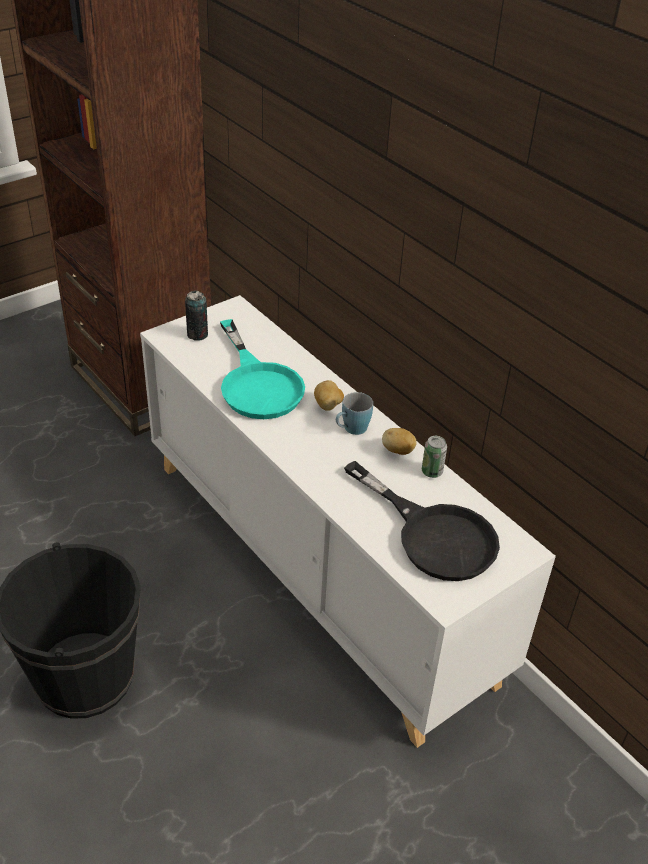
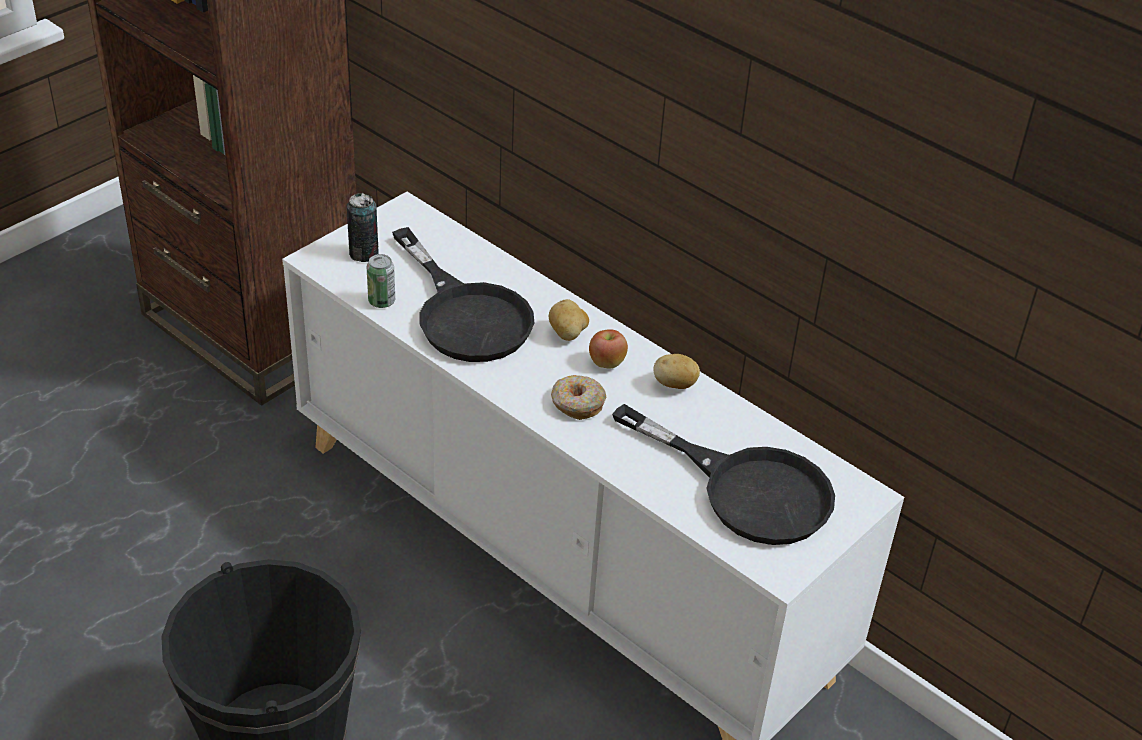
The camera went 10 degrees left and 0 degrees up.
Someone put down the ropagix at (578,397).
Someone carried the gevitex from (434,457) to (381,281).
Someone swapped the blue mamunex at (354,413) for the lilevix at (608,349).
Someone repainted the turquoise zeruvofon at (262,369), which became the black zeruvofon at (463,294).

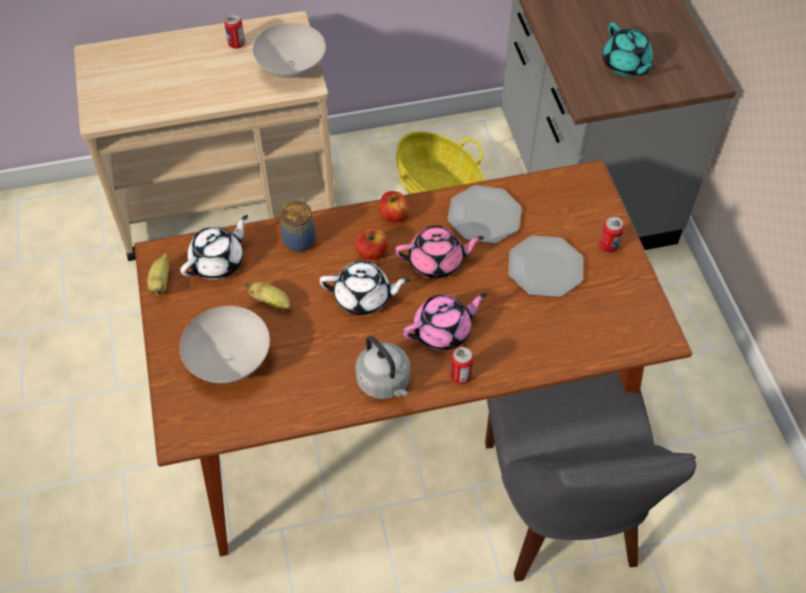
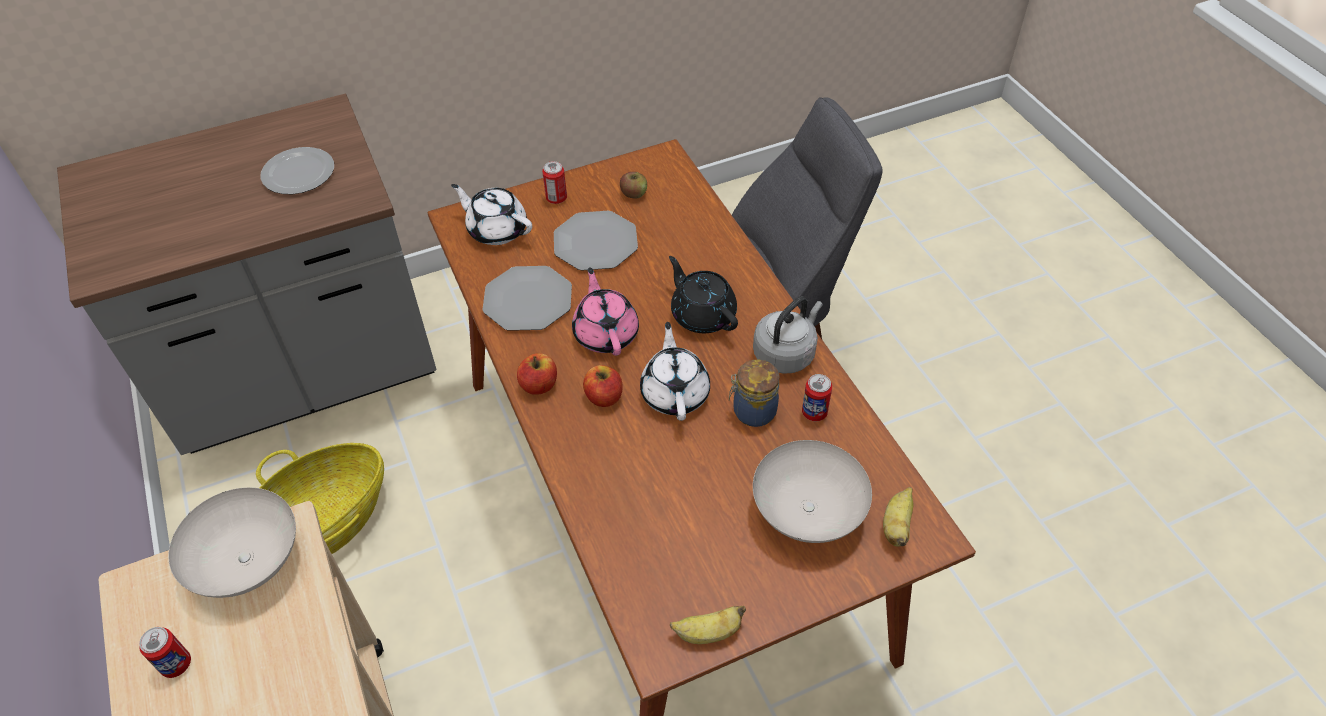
The camera went 100 degrees left and 5 degrees down.
Someone put down the lilevix at (633,185).
Someone carried the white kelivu from (214,247) to (491,214).
Someone carried the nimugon from (268,296) to (898,517).
Someone carried the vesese from (298,226) to (754,393).
Someone carried the gevitex from (462,365) to (817,397).
Someone swapped the turquoise kelivu at (629,49) for the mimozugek at (297,170).
Someone repainted the pink kelivu at (445,321), which became the black kelivu at (703,294).

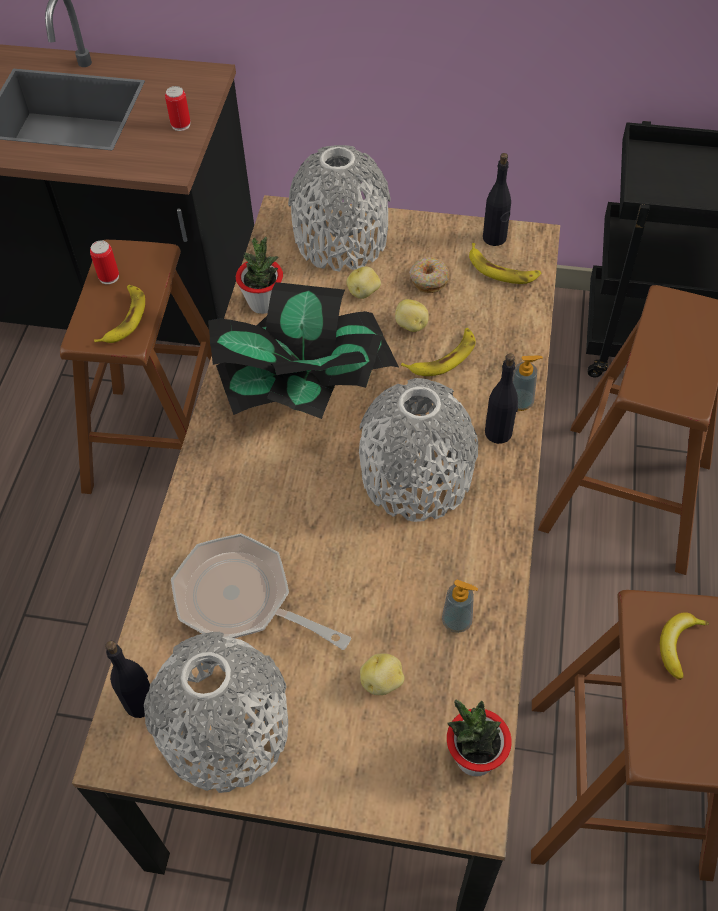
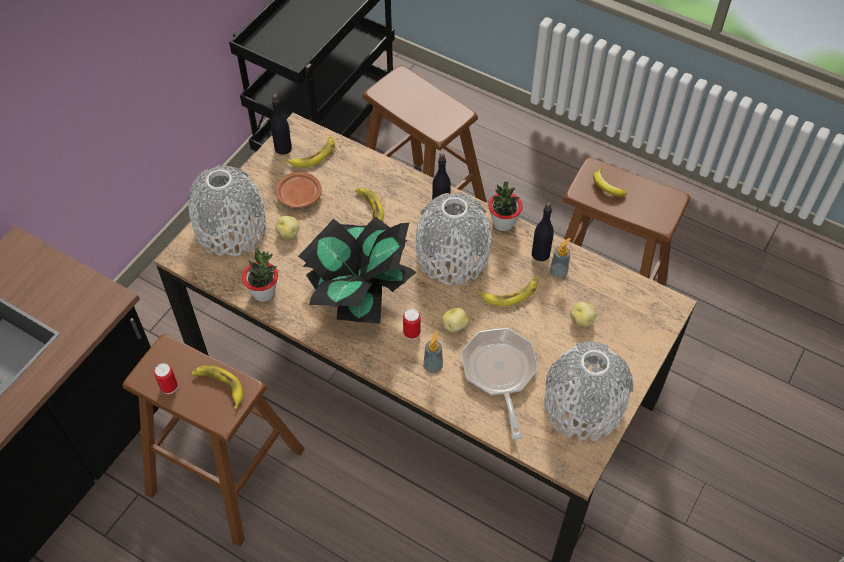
The camera went 70 degrees left and 0 degrees up.
Someone put down the nimugon at (507,291).
Someone carried the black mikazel from (127,679) to (543,231).
Someone carried the gevitex from (178,108) to (412,324).
Someone carried the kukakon from (412,315) to (455,320).
Someone carried the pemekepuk from (479,738) to (505,206).
Someone carried the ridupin from (527,383) to (433,352).
Someone swapped the ropagix at (429,275) for the brown mimozugek at (299,190).
Someone rotated the zeruvofon at (261,591) by 120 degrees clockwise.

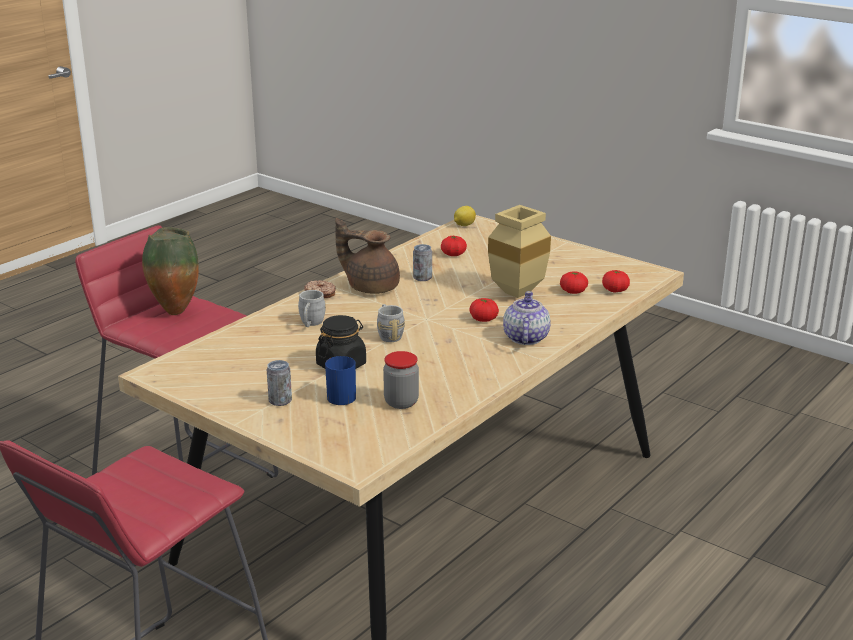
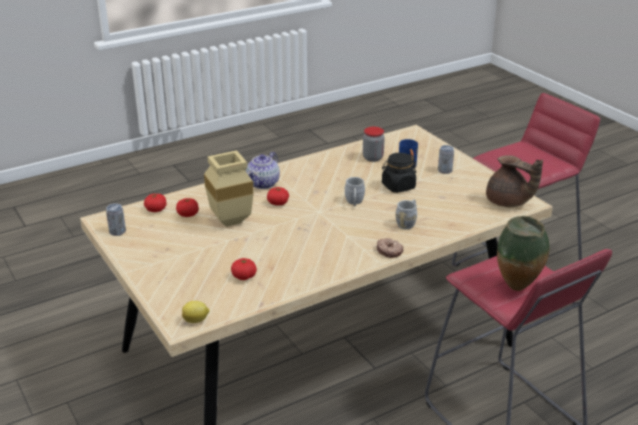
The camera went 160 degrees left and 5 degrees up.
Someone carried the brown kelivu from (367,256) to (514,181).
Someone carried the gevitex from (422,262) to (116,220).

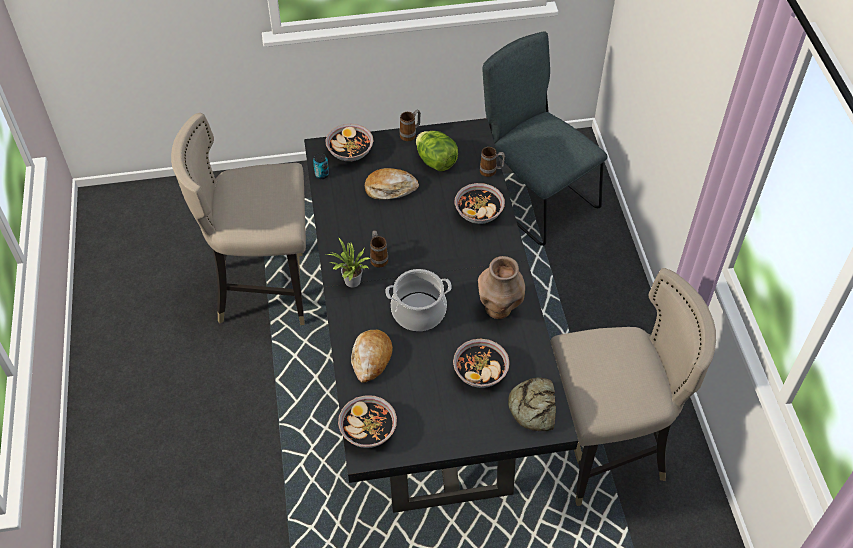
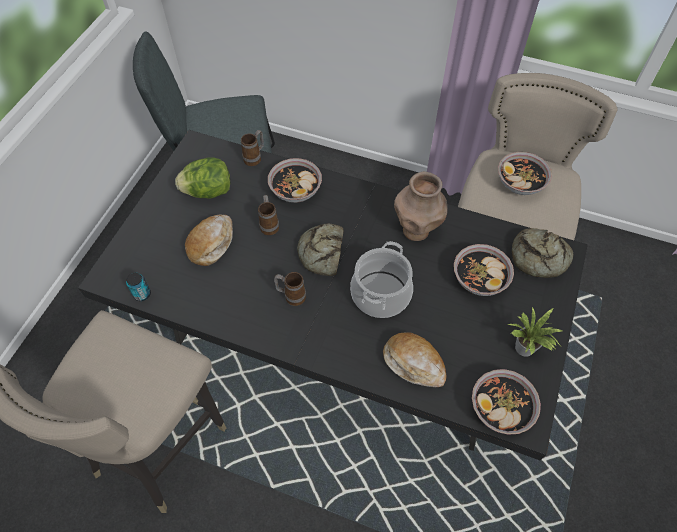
The camera went 60 degrees left and 5 degrees up.
Someone put down the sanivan at (320,249).
Someone carried the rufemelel from (349,142) to (525,173).
Someone carried the pemekepuk from (348,262) to (535,332).
Someone carried the mamunex from (410,125) to (268,215).

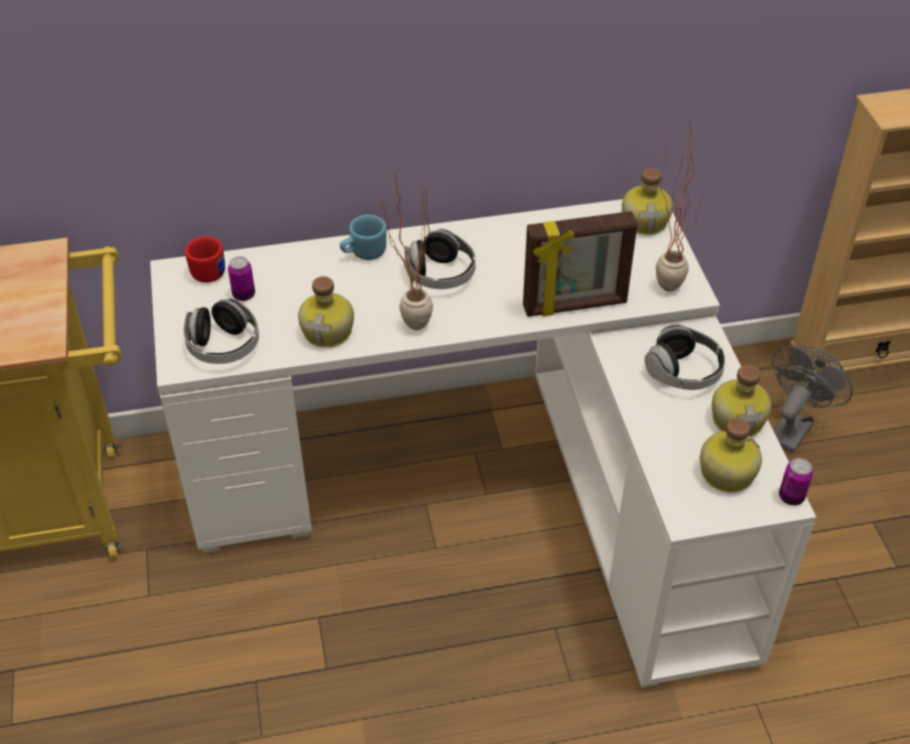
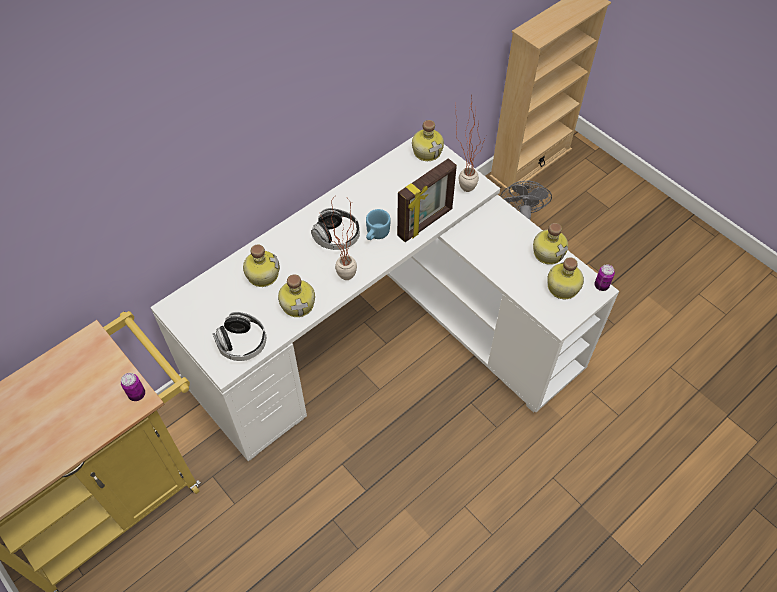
The camera went 30 degrees left and 10 degrees up.
Someone took away the red mamunex at (205,259).
Someone took away the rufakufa at (685,357).
Someone put down the mikazel at (261,265).
Someone carried the gevitex from (241,278) to (133,387).
Someone carried the blue mamunex from (363,237) to (378,224).

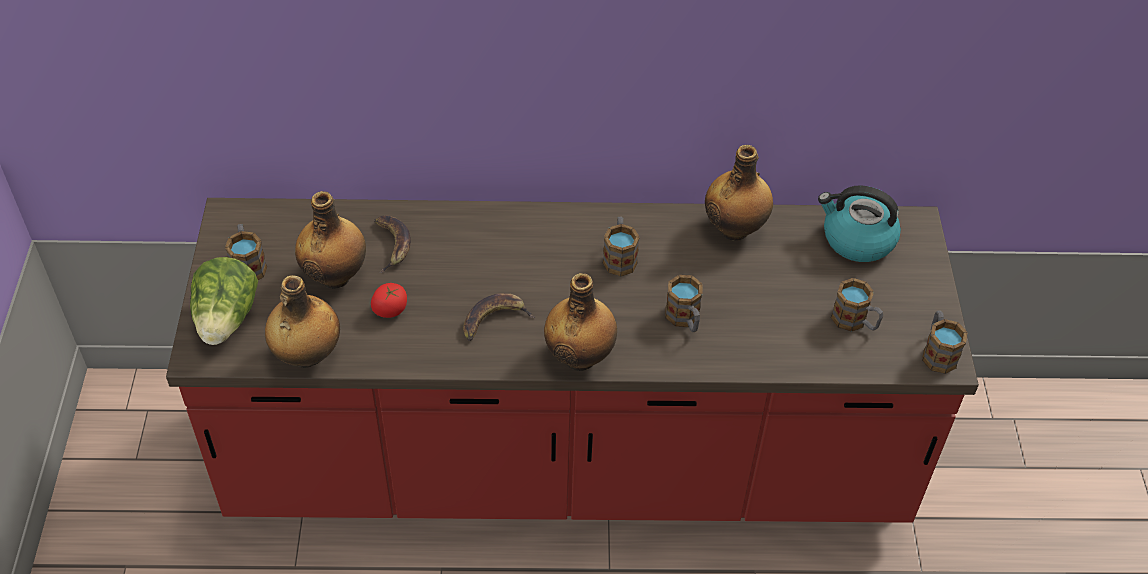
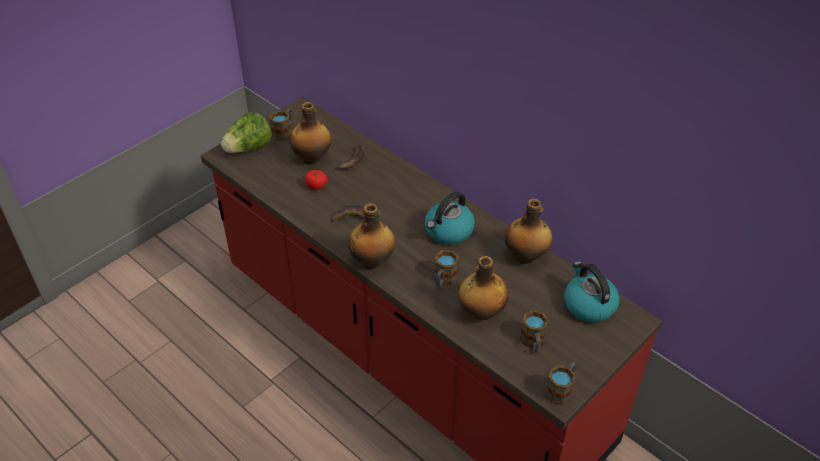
The camera went 45 degrees right and 5 degrees down.
Someone carried the mikazel from (302,321) to (483,288).
Someone swapped the mamunex at (621,246) for the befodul at (450,218).

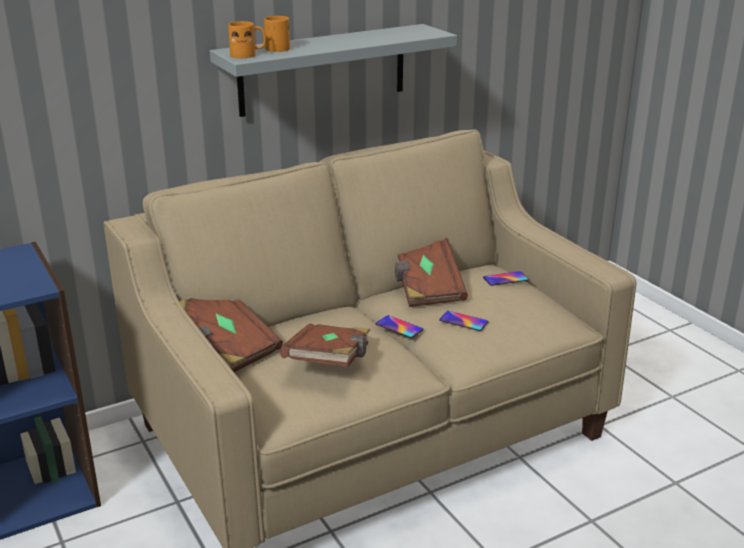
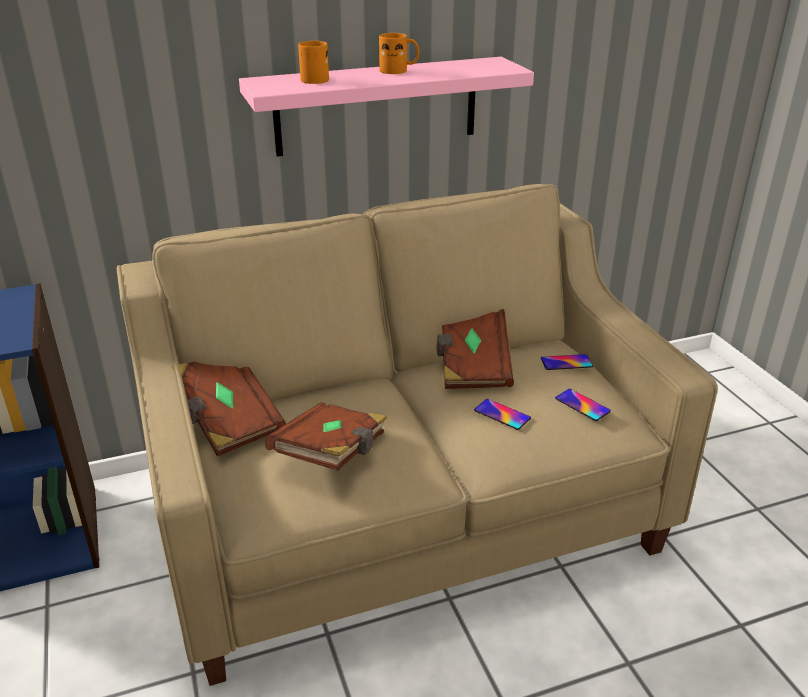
The camera went 10 degrees right and 5 degrees up.
Someone carried the orange mamunex from (247,39) to (399,53).
Someone carried the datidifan from (399,326) to (583,405).
Someone repainted the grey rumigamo at (333,70), which became the pink rumigamo at (386,107).

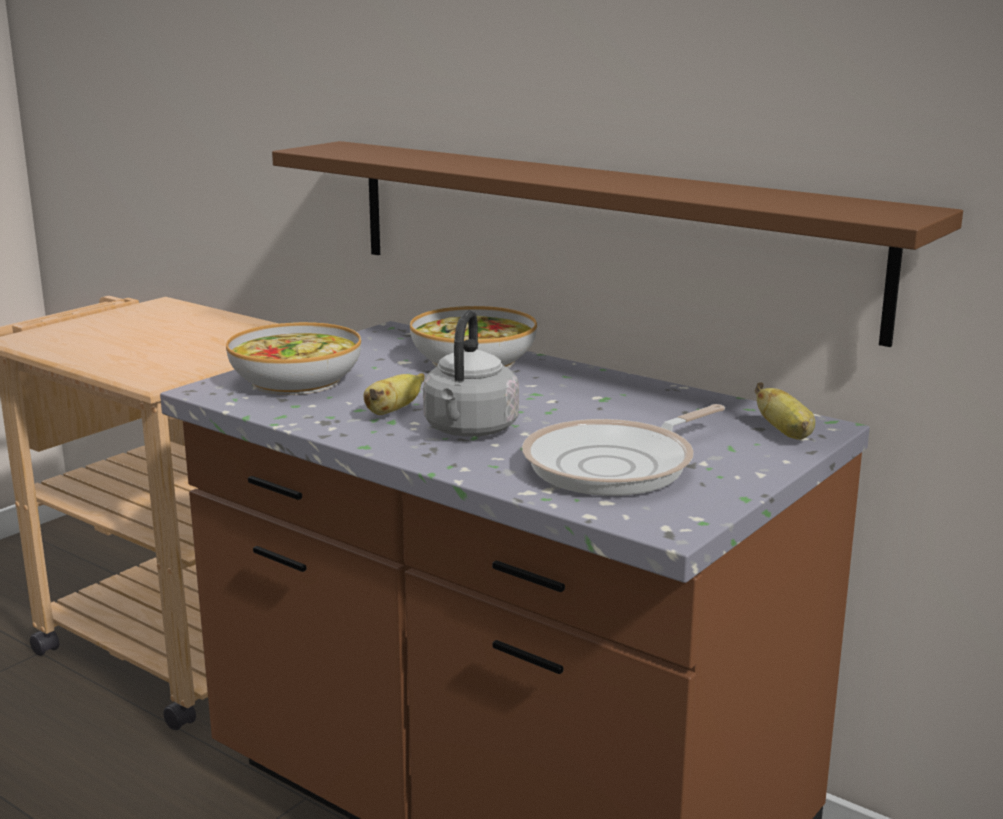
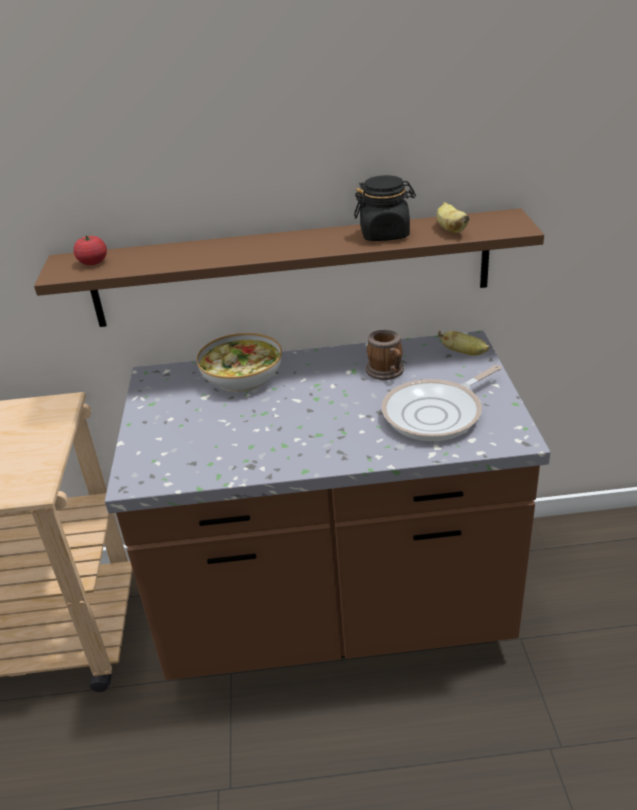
The camera went 40 degrees left and 15 degrees up.
Someone took away the rufemelel at (293,358).
Someone took away the grey befodul at (471,373).
Someone put down the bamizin at (90,250).
Someone put down the black vesese at (385,208).
Someone put down the mamunex at (385,355).
Someone carried the nimugon from (394,394) to (453,217).
Someone rotated the zeruvofon at (623,450) by 45 degrees clockwise.

